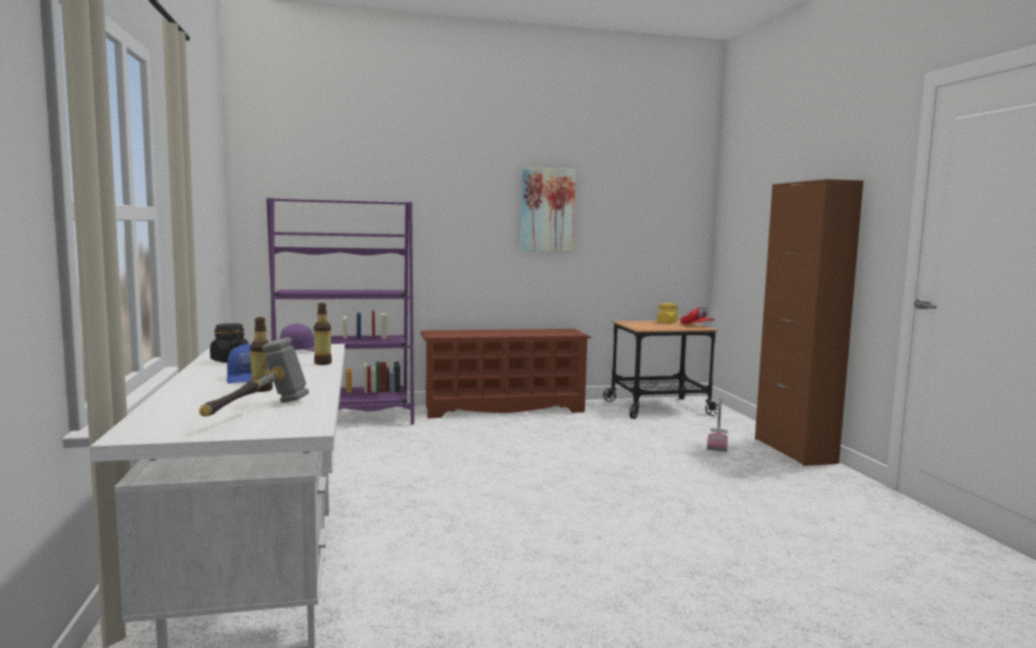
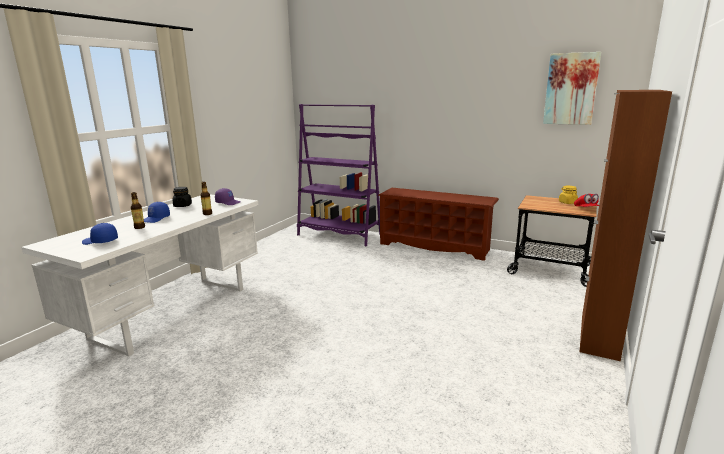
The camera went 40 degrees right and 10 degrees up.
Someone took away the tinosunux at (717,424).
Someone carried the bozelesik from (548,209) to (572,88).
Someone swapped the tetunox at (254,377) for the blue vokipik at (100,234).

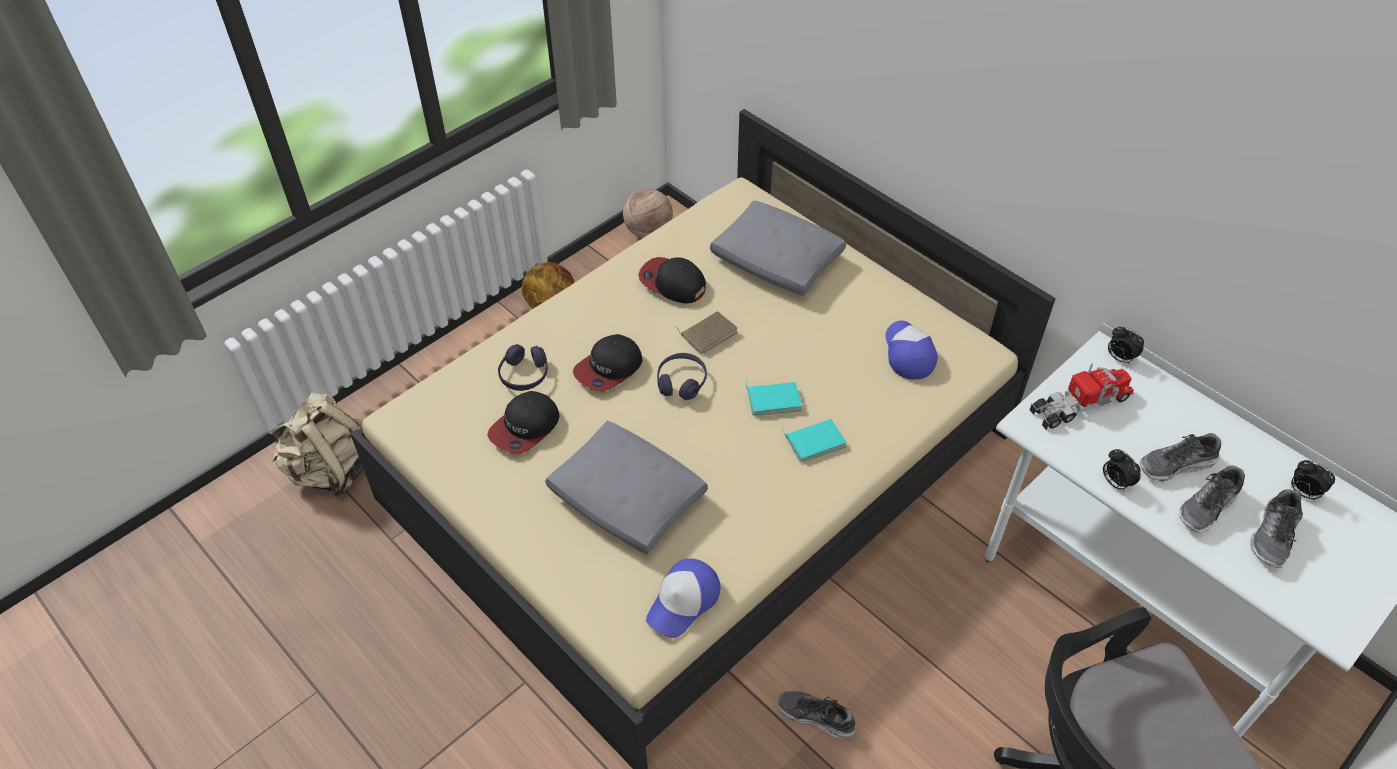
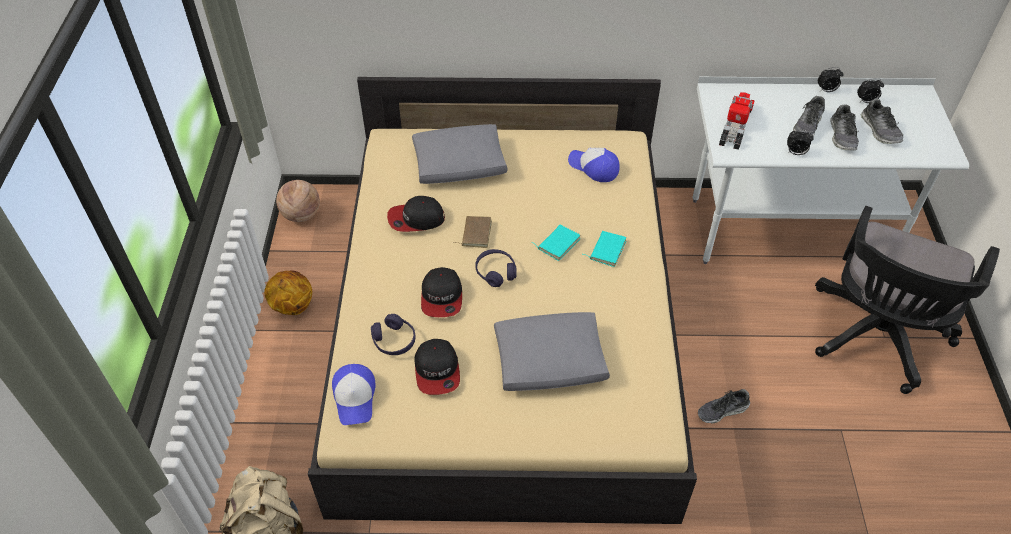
The camera went 45 degrees left and 0 degrees up.
Someone carried the vokipik from (683,598) to (354,394).
Someone carried the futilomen from (1126,345) to (831,79).

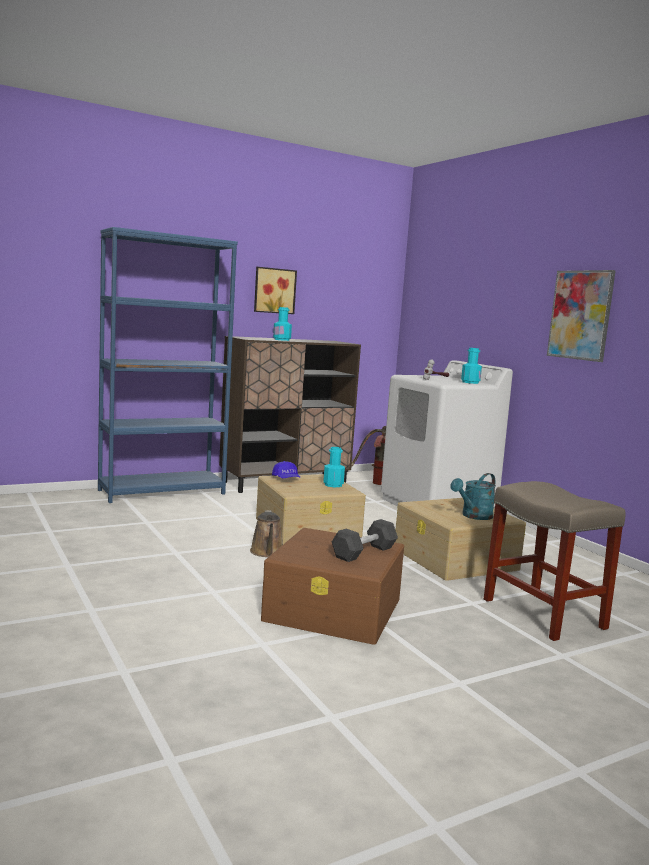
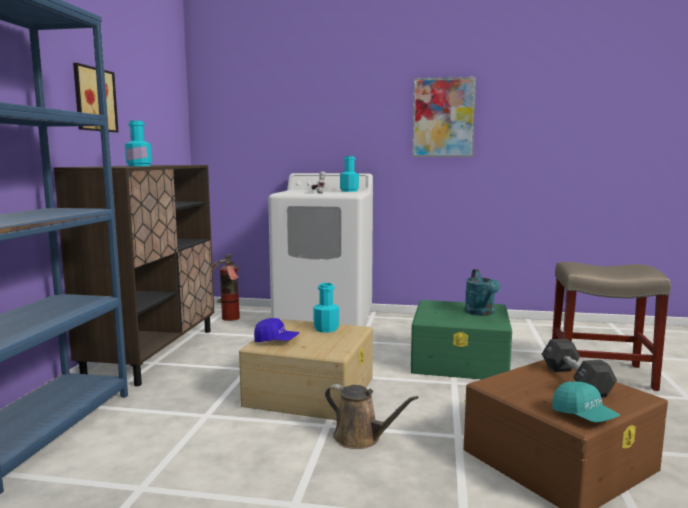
The camera went 50 degrees left and 0 degrees up.
Someone put down the turquoise vokipik at (586,402).
Someone repainted the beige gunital at (460,539), which became the green gunital at (461,339).

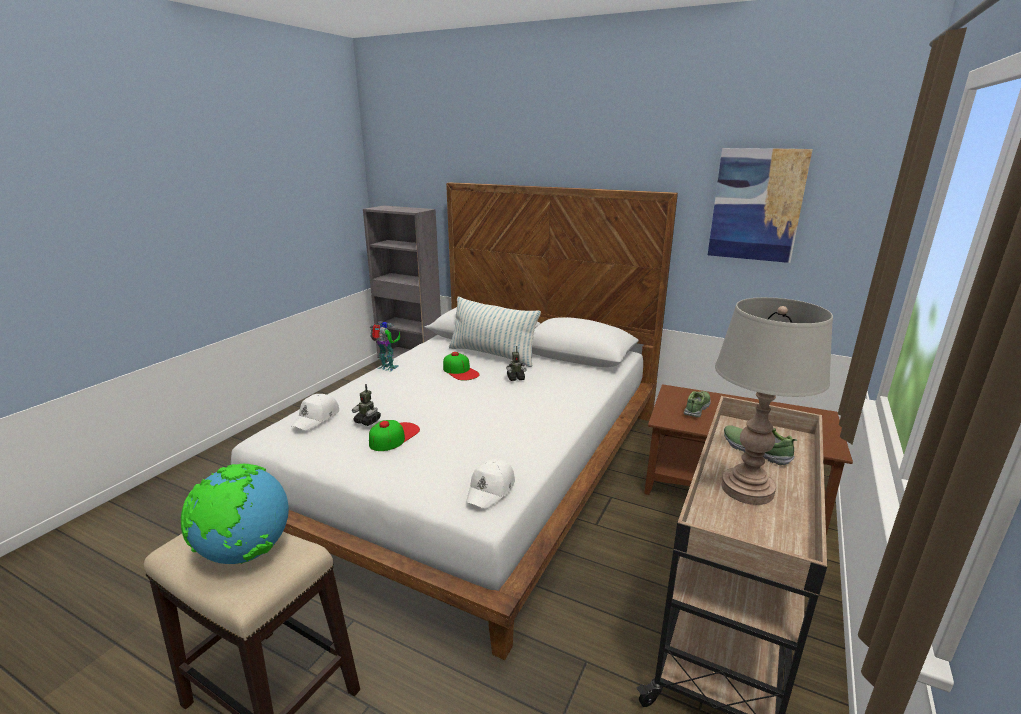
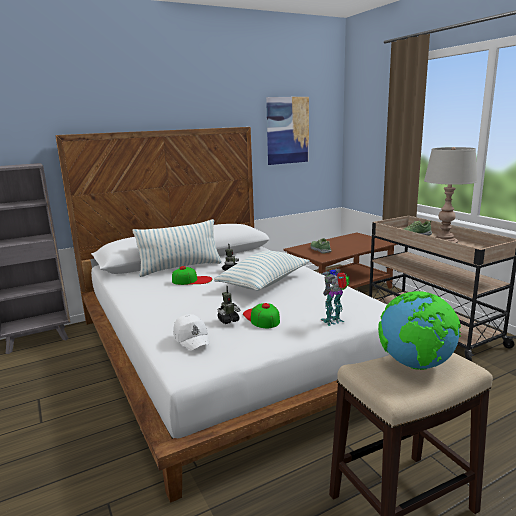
The camera went 55 degrees left and 5 degrees down.
Someone took away the white vokipik at (490,484).
Someone put down the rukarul at (262,271).
Someone carried the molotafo from (385,346) to (335,297).

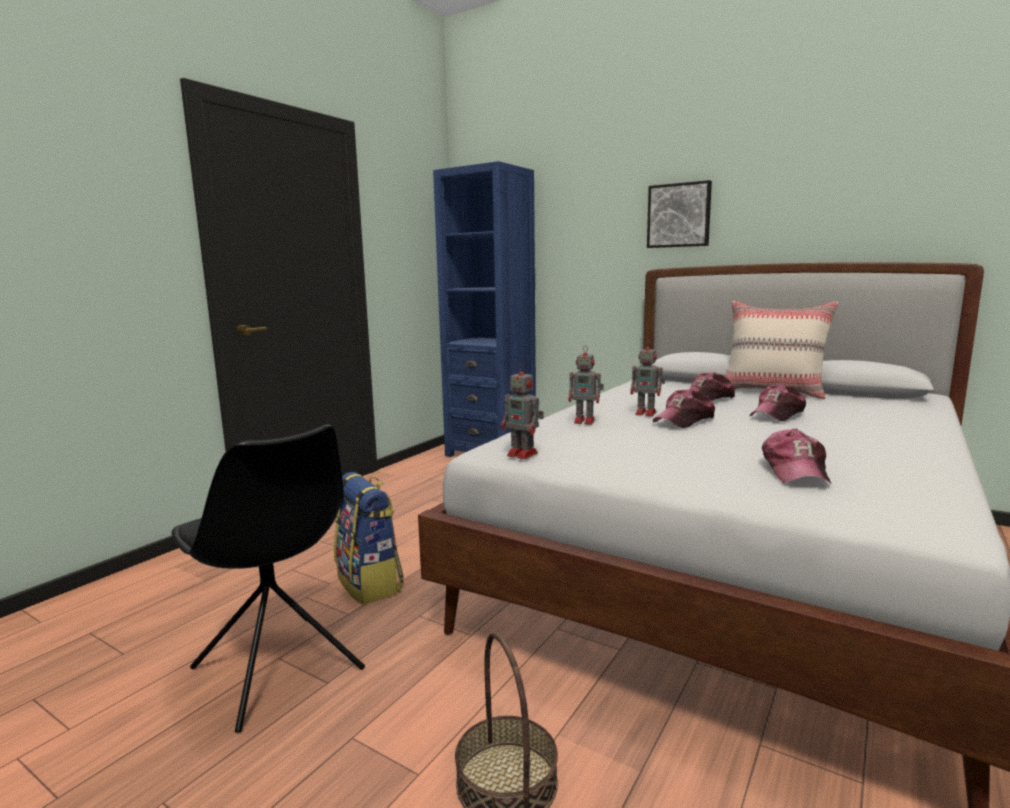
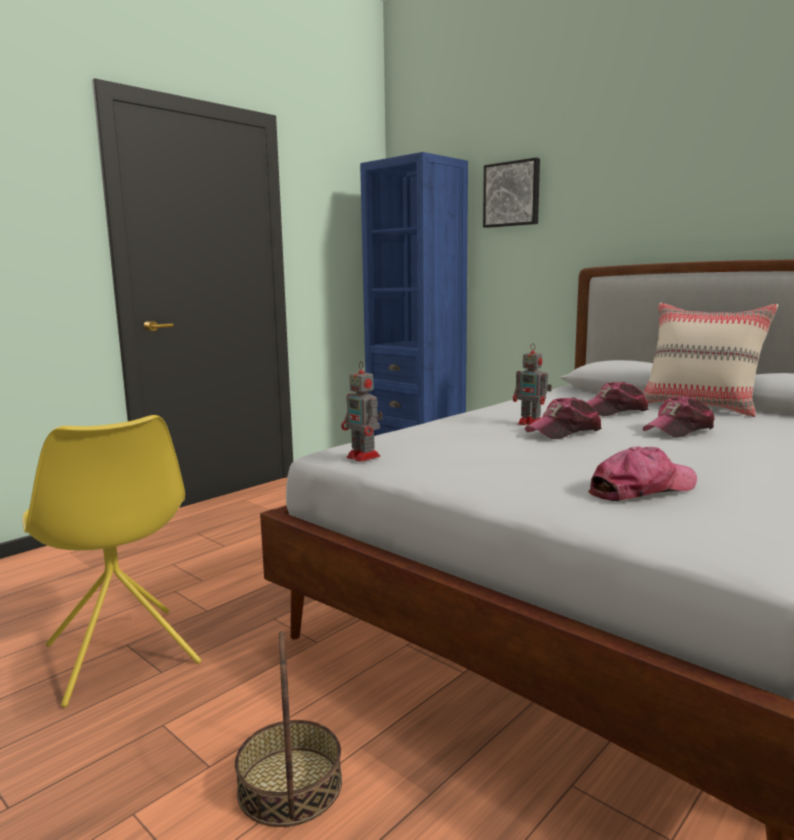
The camera went 10 degrees right and 0 degrees up.
Someone took away the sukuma at (369,538).
Someone took away the molotafo at (586,385).
Someone carried the bozelesik from (679,214) to (511,193).
Someone repainted the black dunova at (268,579), which became the yellow dunova at (112,561).
Someone rotated the vokipik at (797,456) by 135 degrees counterclockwise.

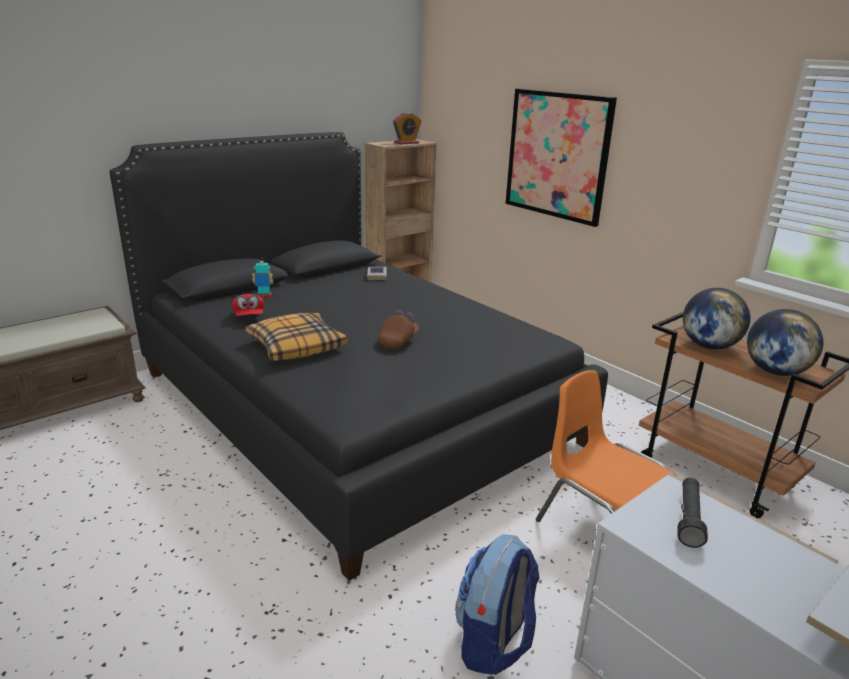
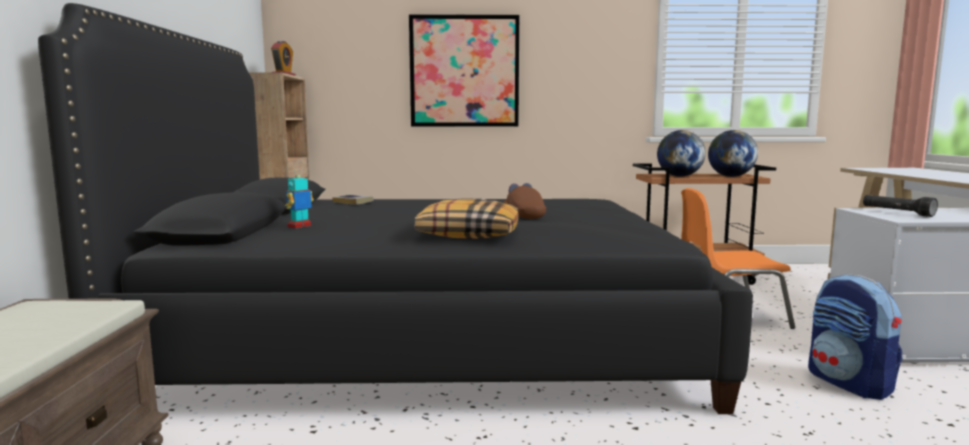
The camera went 50 degrees left and 15 degrees down.
Someone took away the red vokipik at (248,305).

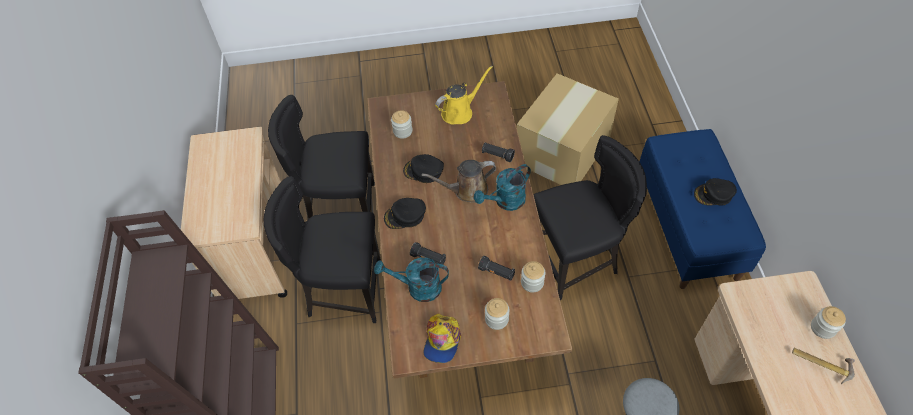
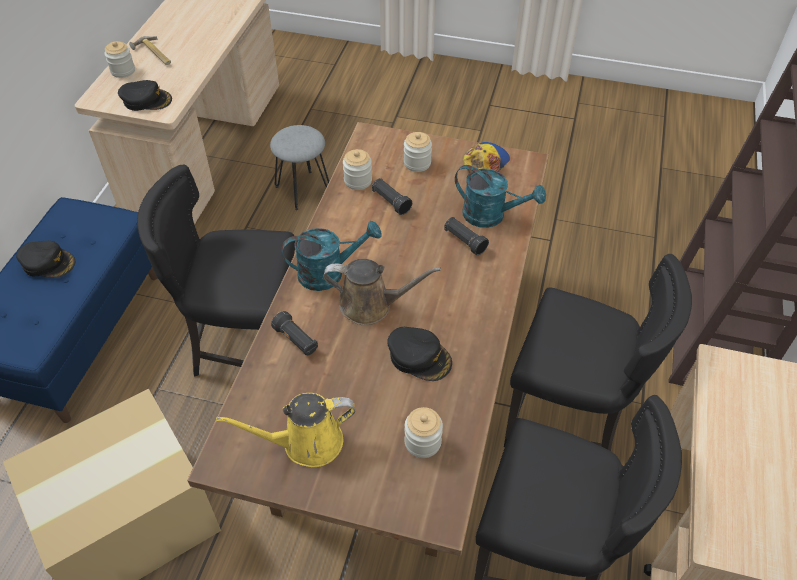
The camera went 160 degrees left and 5 degrees down.
Someone carried the black vokipik from (405,213) to (145,95).

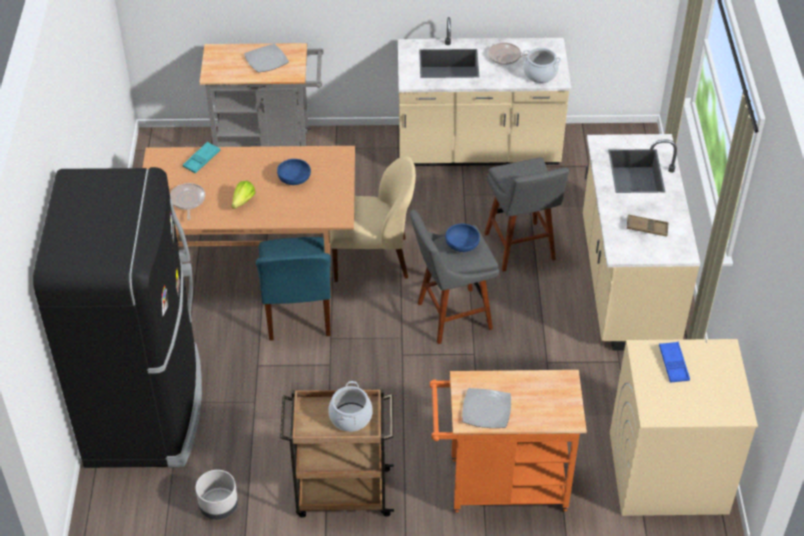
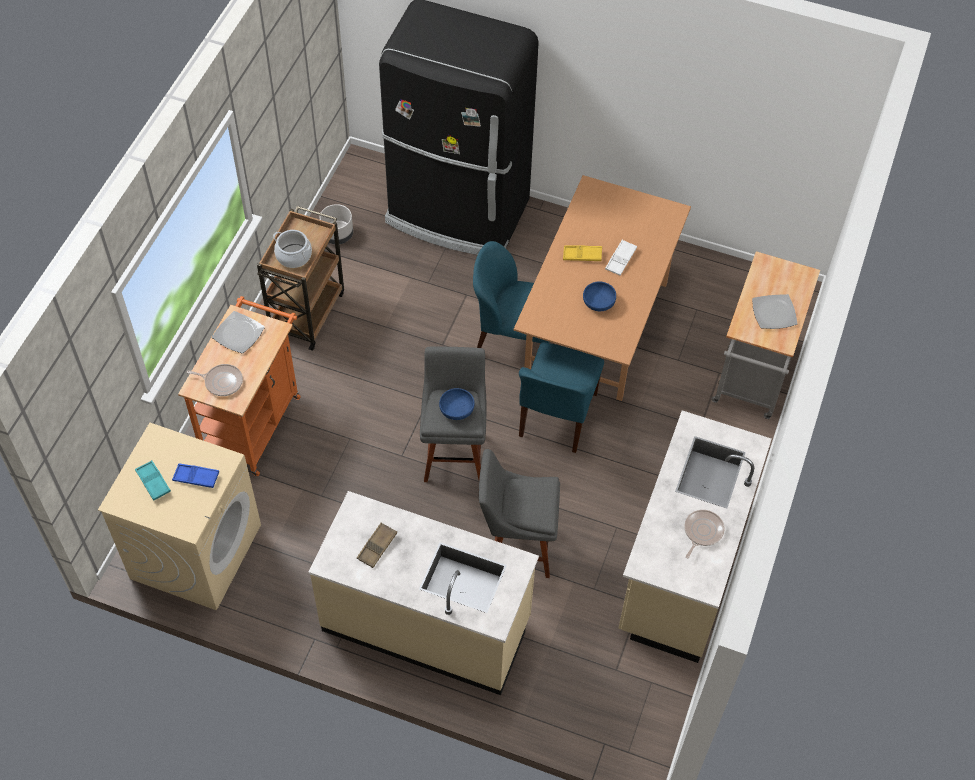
The camera went 110 degrees right and 10 degrees up.
Someone took away the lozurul at (542,65).
Someone put down the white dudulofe at (621,258).
Someone carried the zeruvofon from (187,201) to (215,380).
Someone carried the turquoise dudulofe from (201,157) to (153,480).
Someone swapped the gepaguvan at (244,195) for the yellow dudulofe at (582,253).
Someone repainted the beige dunova at (373,219), which became the blue dunova at (561,397).

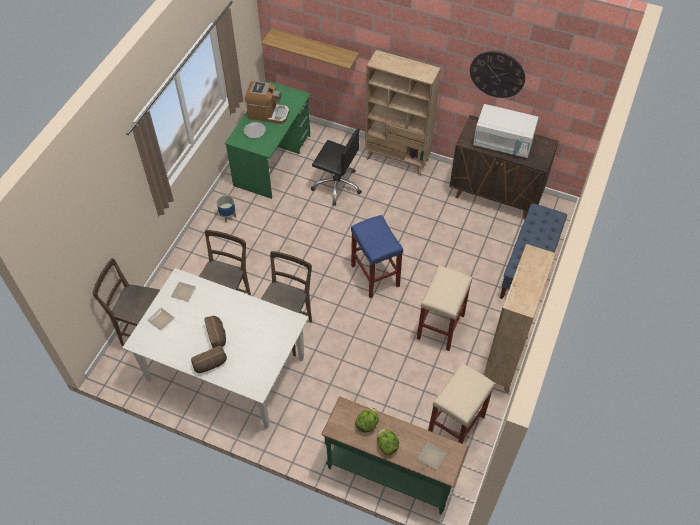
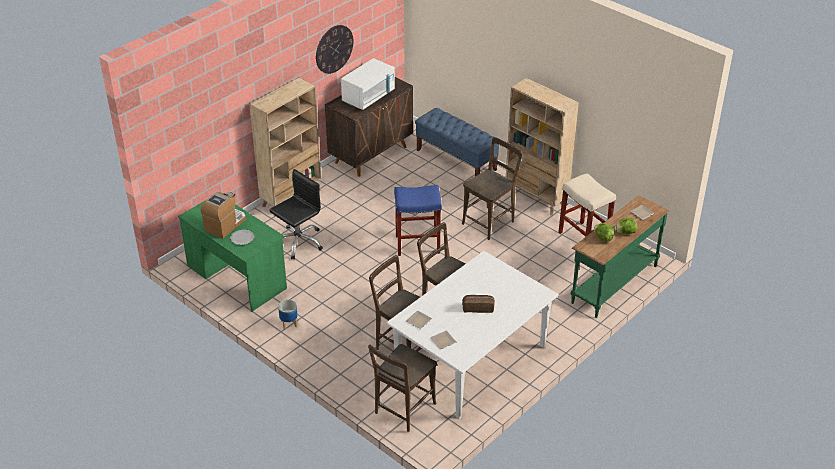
The camera went 70 degrees left and 15 degrees down.
Someone took away the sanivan at (209,359).
Someone took away the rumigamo at (310,49).
Someone swapped the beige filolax at (444,308) for the brown dunova at (492,188).

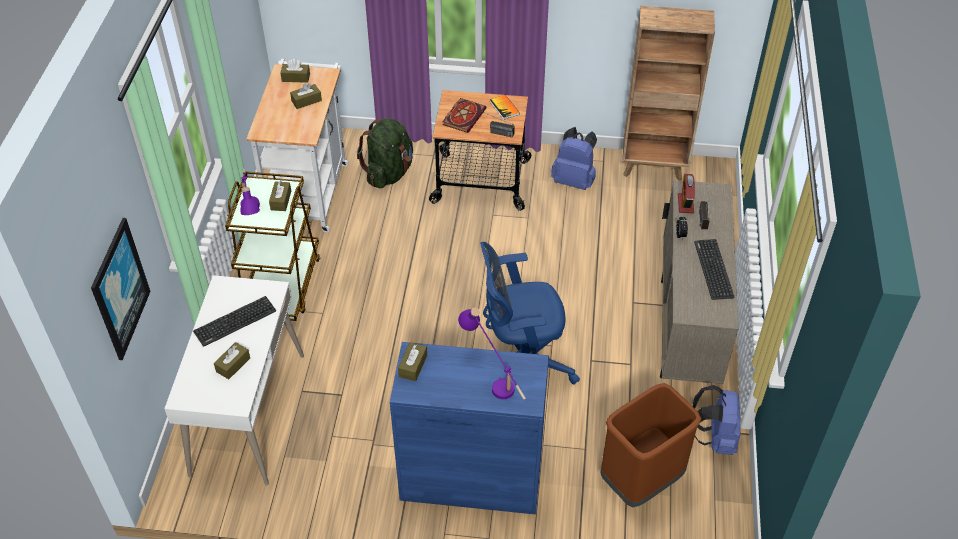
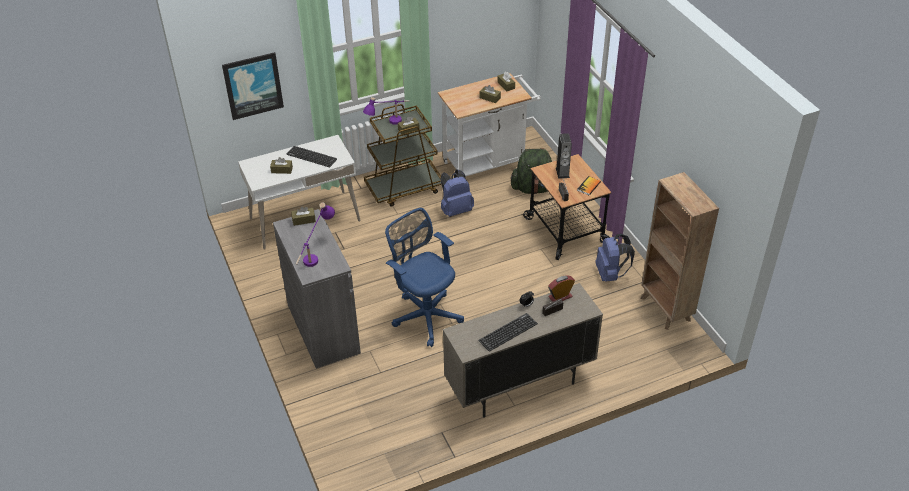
The camera went 60 degrees right and 5 degrees down.
Someone took away the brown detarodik at (651,445).
Someone carried the blue sukuma from (716,420) to (457,193).
Someone swapped the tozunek at (464,115) for the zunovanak at (564,156).
Someone repainted the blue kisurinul at (469,428), which became the grey kisurinul at (317,289).

